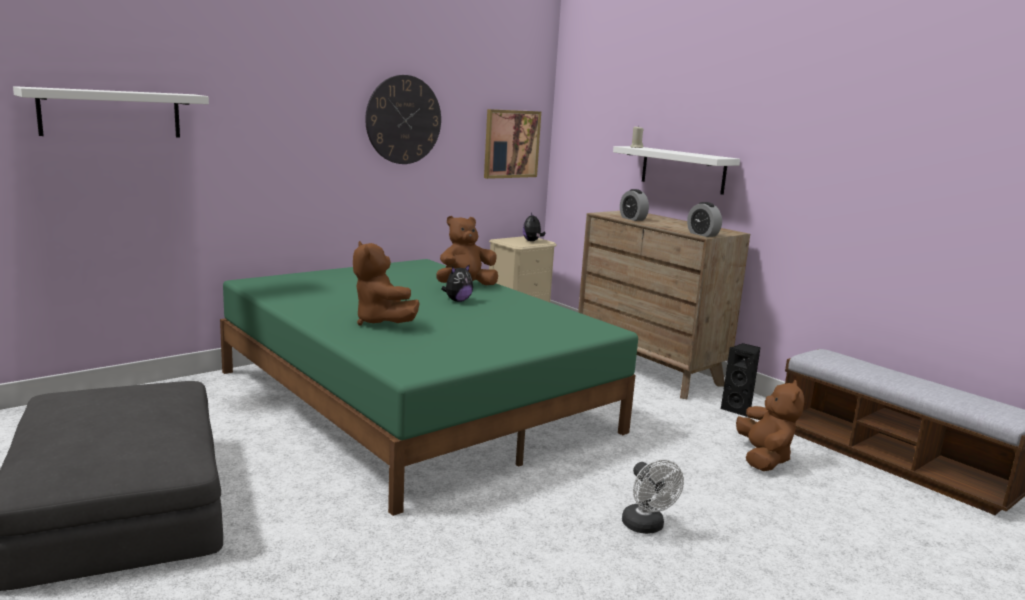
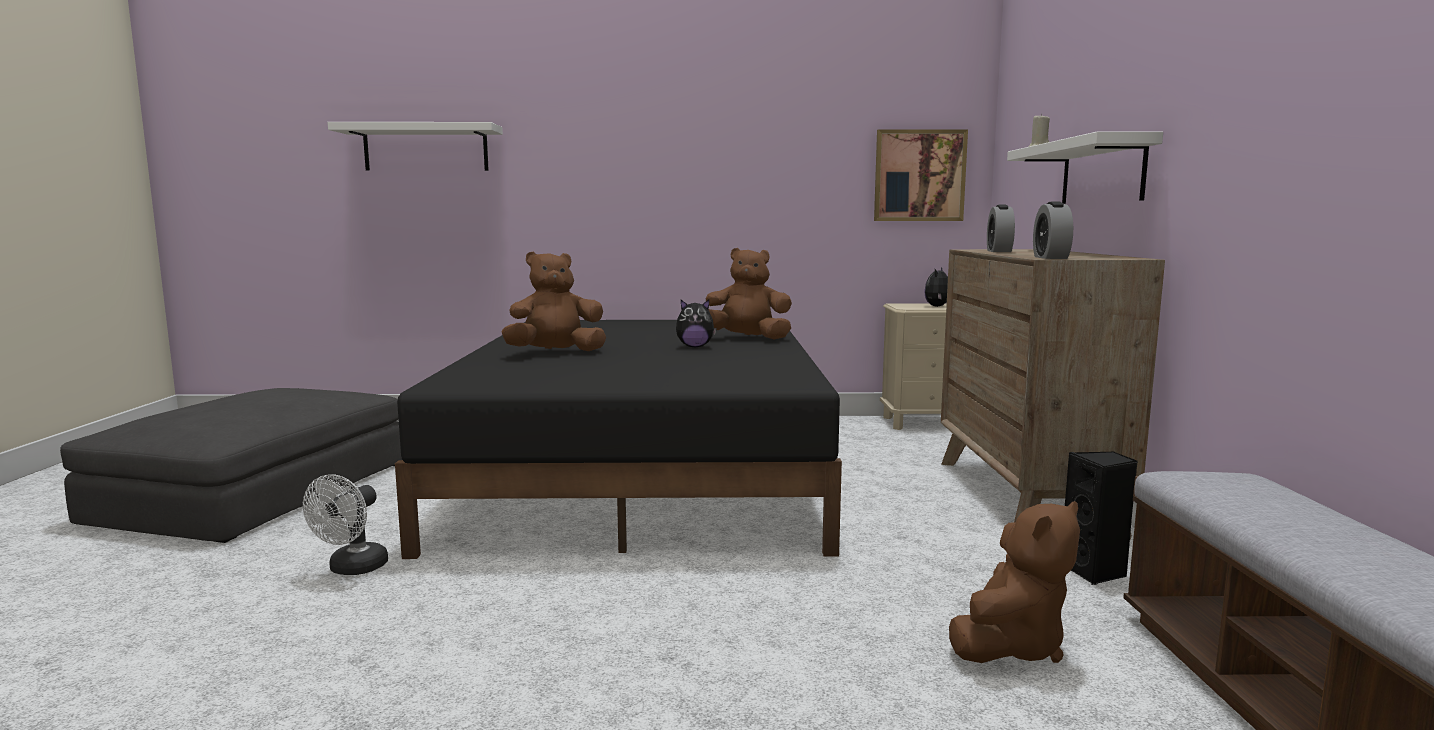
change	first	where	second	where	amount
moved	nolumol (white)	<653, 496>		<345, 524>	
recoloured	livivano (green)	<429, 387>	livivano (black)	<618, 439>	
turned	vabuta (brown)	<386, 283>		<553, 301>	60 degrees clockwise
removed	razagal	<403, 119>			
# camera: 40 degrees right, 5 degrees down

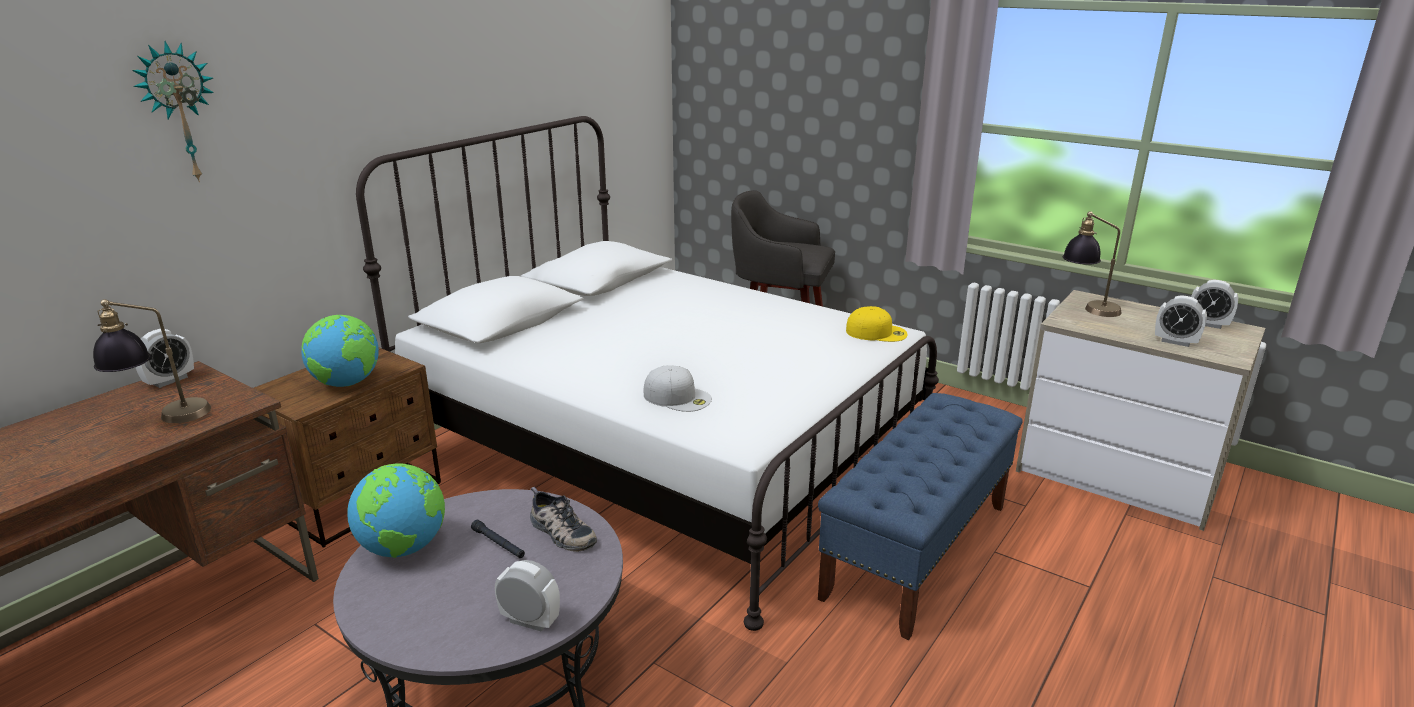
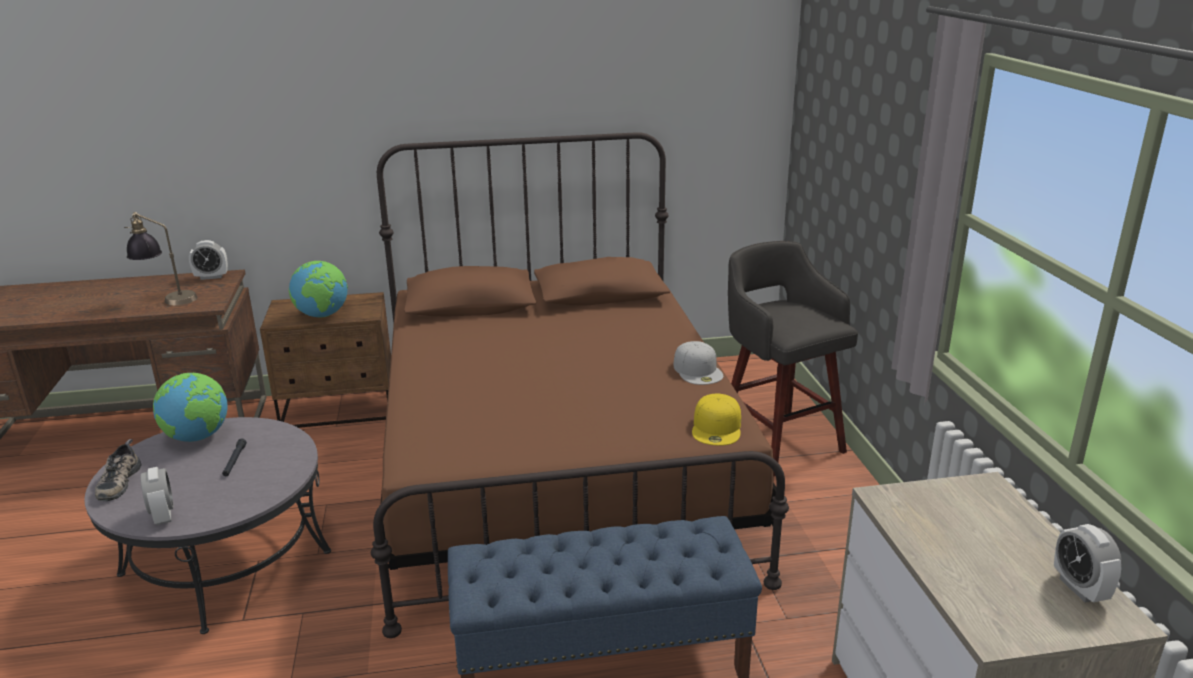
change	first	where	second	where	amount
moved	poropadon	<563, 519>		<118, 470>	
recoloured	livivano (white)	<647, 373>	livivano (brown)	<580, 385>	
moved	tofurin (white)	<678, 388>		<698, 363>	
turned	tofurin (yellow)	<877, 324>		<716, 420>	45 degrees clockwise
removed	razagal	<173, 111>			
removed	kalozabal	<1092, 264>			
removed	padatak	<1181, 321>			
# camera: 45 degrees right, 0 degrees up

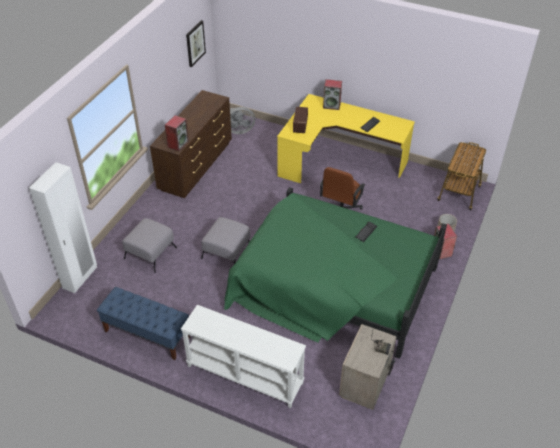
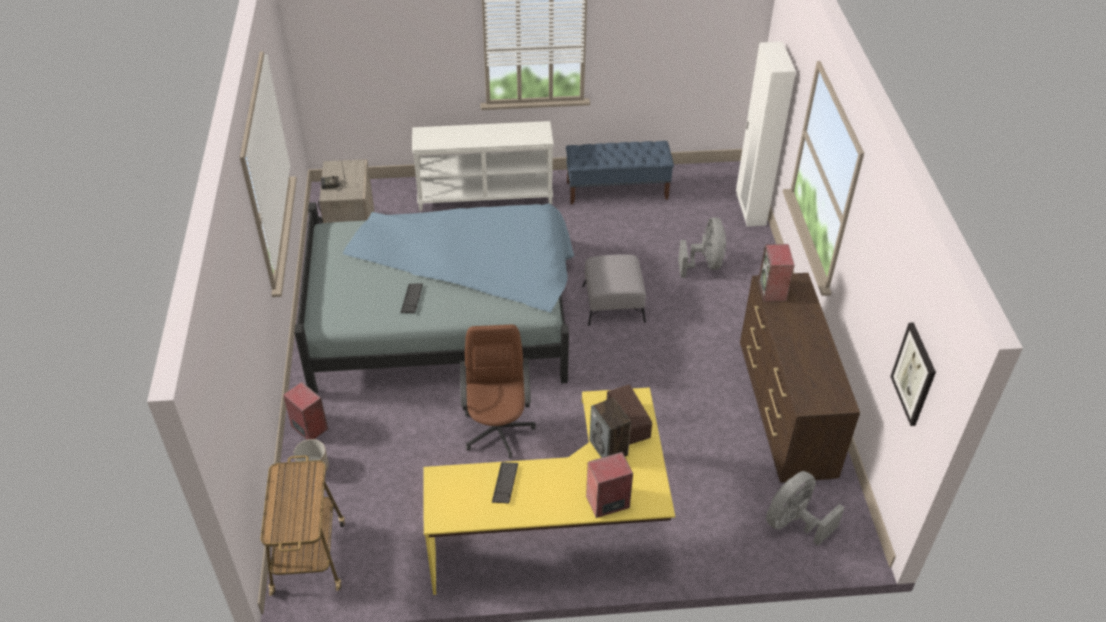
change	first	where	second	where	amount
recoloured	livivano (green)	<335, 273>	livivano (blue)	<434, 299>	
added			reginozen	<610, 427>	
replaced	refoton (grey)	<149, 245>	nolumol (grey)	<702, 247>	
# camera: 150 degrees right, 0 degrees up

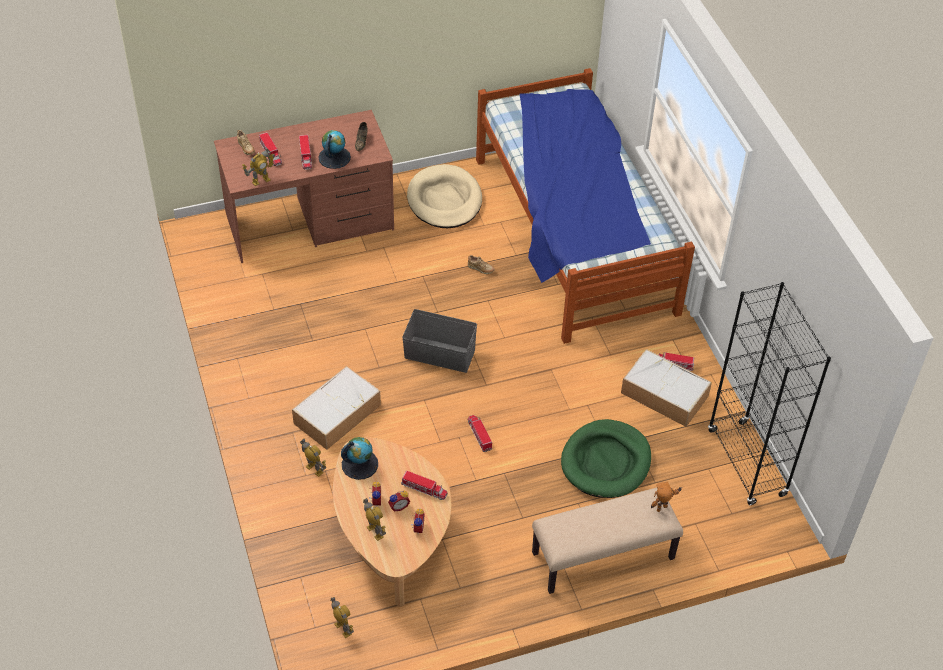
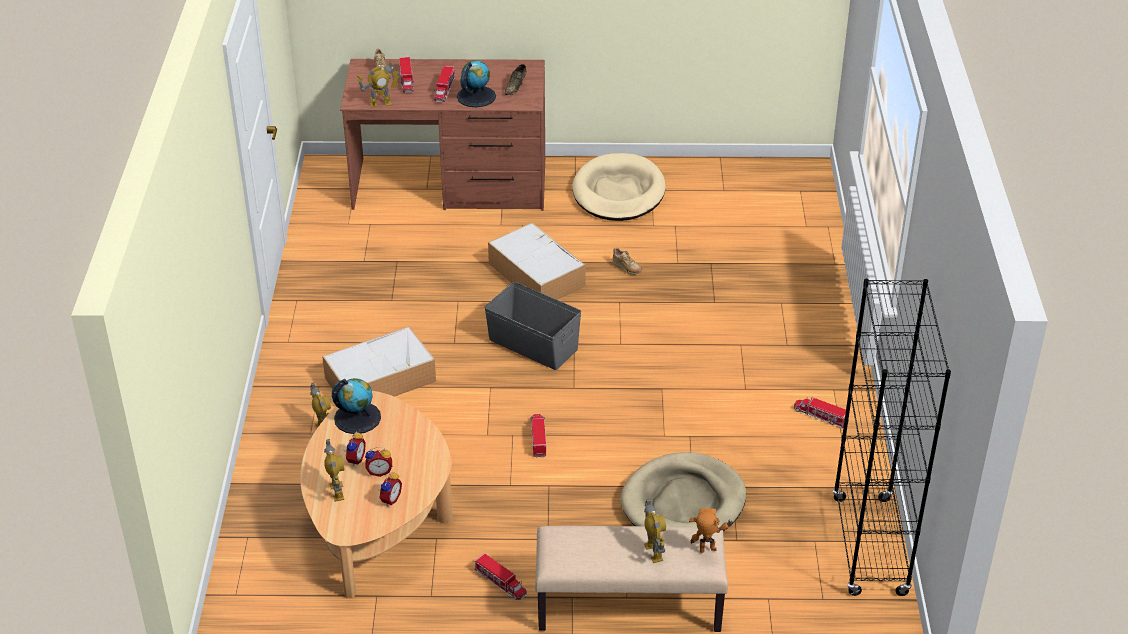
change	first	where	second	where	amount
moved	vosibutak	<424, 485>		<501, 576>	
moved	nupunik	<666, 388>		<537, 261>	
recoloured	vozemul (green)	<606, 458>	vozemul (beige)	<683, 491>	
moved	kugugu	<342, 617>		<655, 530>	
removed	livivano	<585, 206>			
# camera: 20 degrees right, 10 degrees down

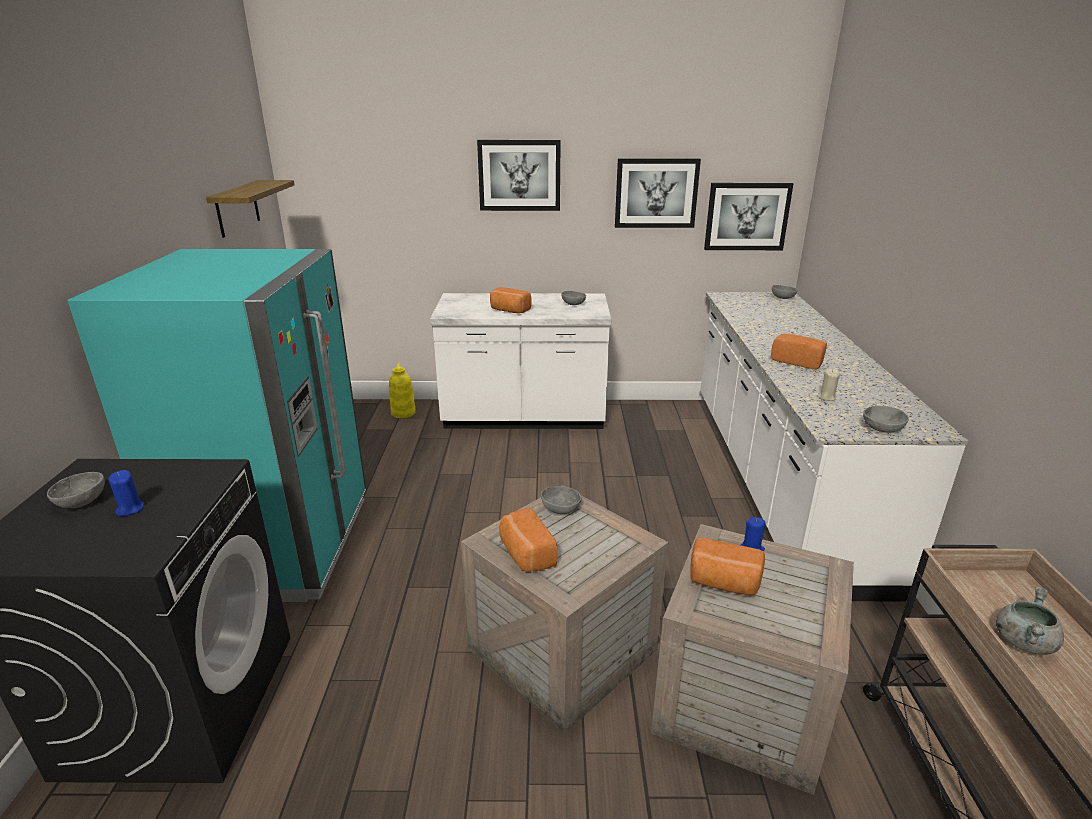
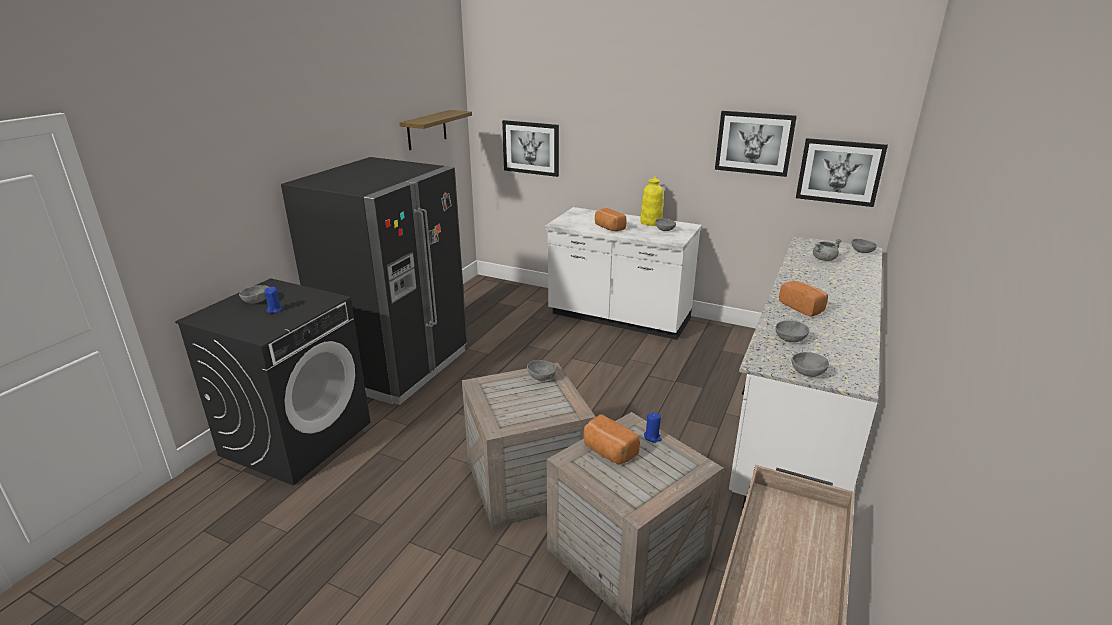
change	first	where	second	where	amount
recoloured	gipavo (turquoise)	<216, 425>	gipavo (black)	<374, 281>	
moved	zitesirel	<519, 175>		<530, 148>	
moved	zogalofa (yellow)	<402, 390>		<651, 201>	
replaced	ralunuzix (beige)	<829, 385>	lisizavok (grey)	<792, 331>	
moved	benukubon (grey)	<1030, 620>		<827, 250>	
removed	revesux	<528, 540>			
# camera: 25 degrees right, 0 degrees up

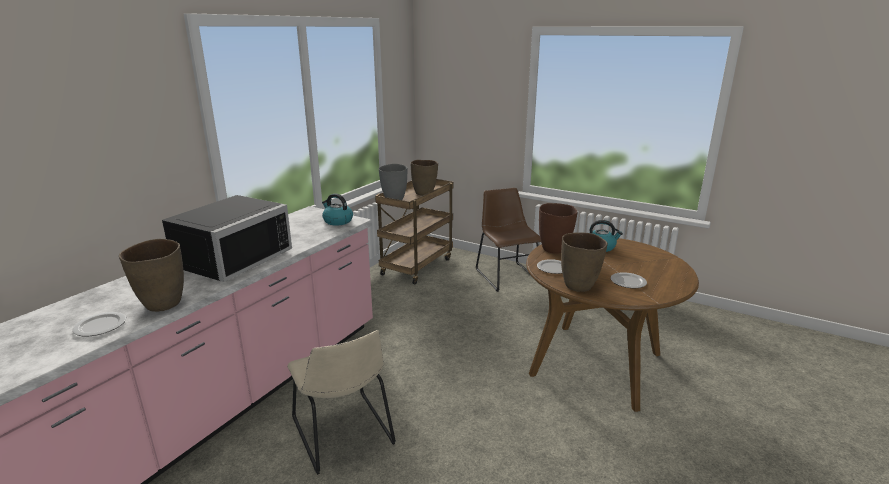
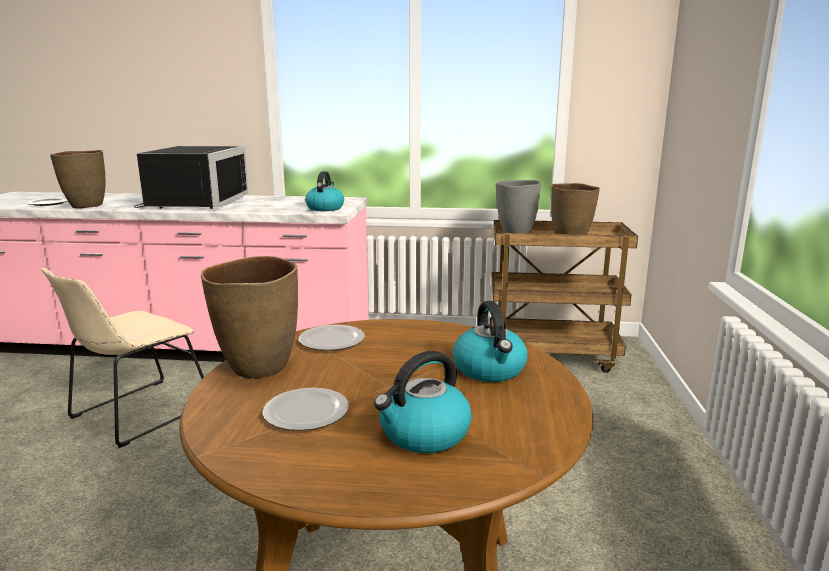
change	first	where	second	where	amount
turned	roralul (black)	<227, 238>		<191, 177>	90 degrees counterclockwise
added			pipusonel	<423, 402>	
removed	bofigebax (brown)	<508, 240>			
removed	zogalofa (brown)	<558, 228>			
# camera: 65 degrees right, 5 degrees down

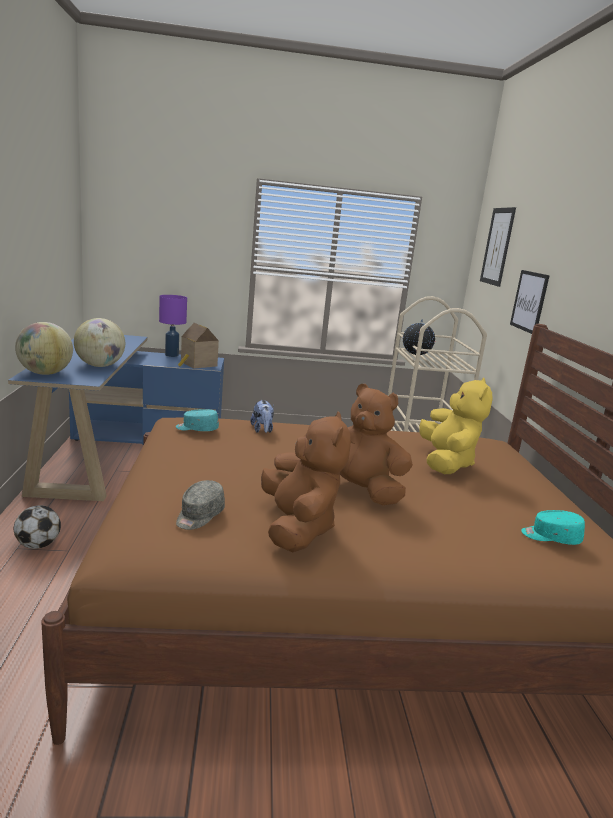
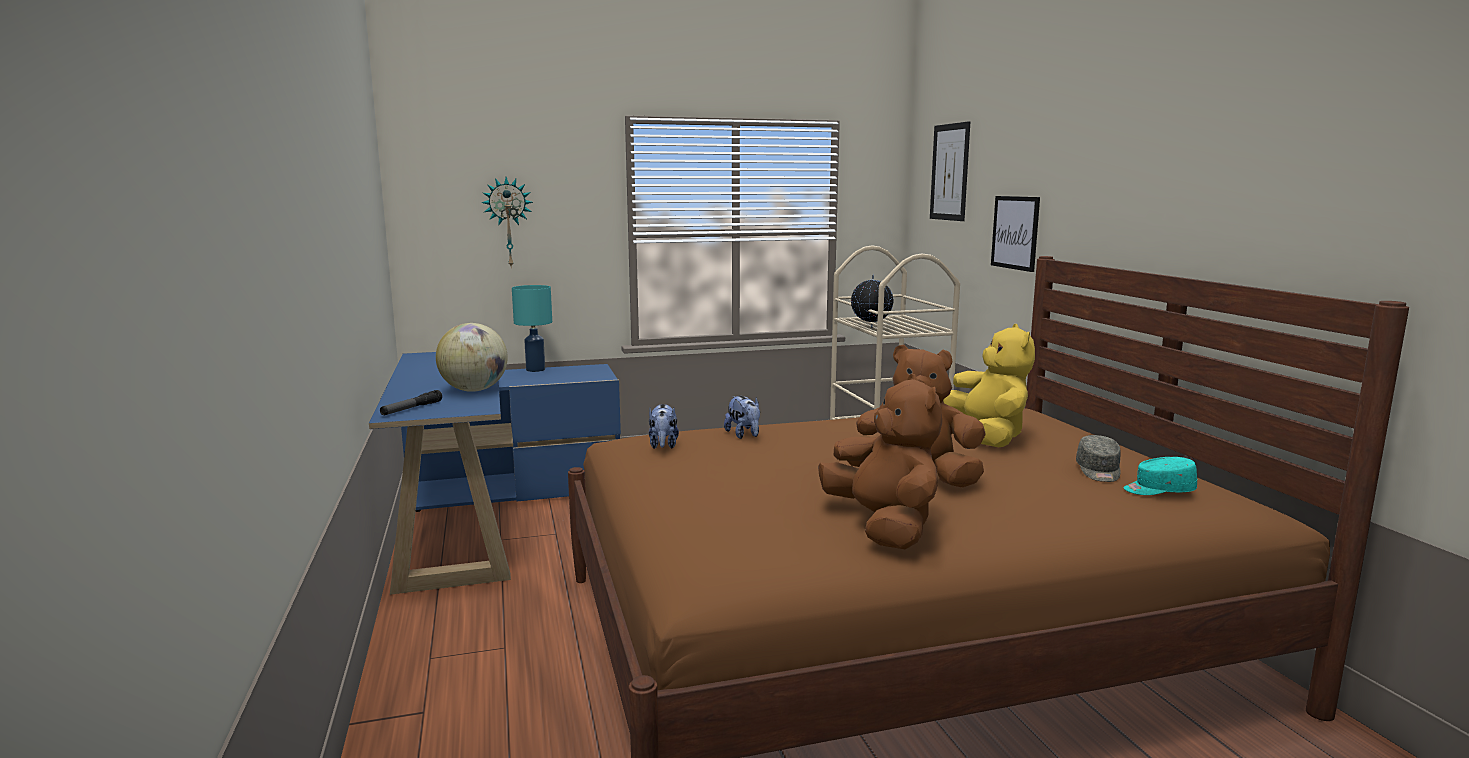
change	first	where	second	where	amount
replaced	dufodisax	<44, 348>	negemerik	<411, 402>	
added			razagal	<507, 223>	
recoloured	kalozabal (purple)	<173, 326>	kalozabal (turquoise)	<532, 328>	
replaced	tofurin (turquoise)	<197, 420>	vabuta	<664, 426>	
moved	tofurin (grey)	<200, 505>		<1098, 458>	
removed	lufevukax	<37, 527>			
removed	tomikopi	<198, 346>			
# camera: 10 degrees left, 5 degrees down

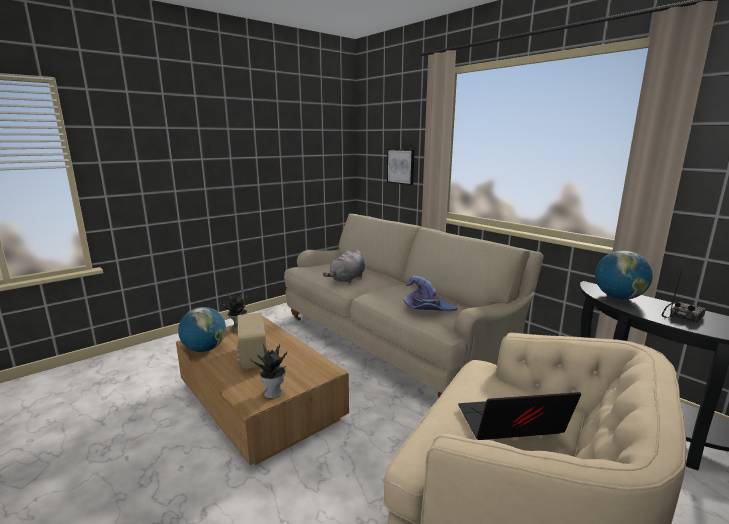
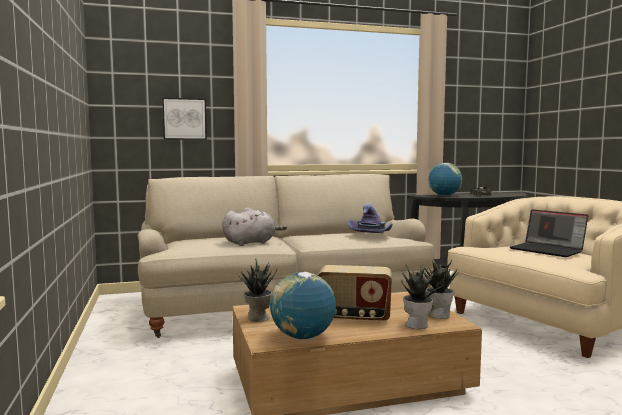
change	first	where	second	where	amount
turned	vabuta (grey)	<344, 266>		<254, 226>	90 degrees counterclockwise
added			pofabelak	<424, 297>	
turned	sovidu	<519, 416>		<549, 233>	60 degrees counterclockwise
# camera: 65 degrees left, 10 degrees down

